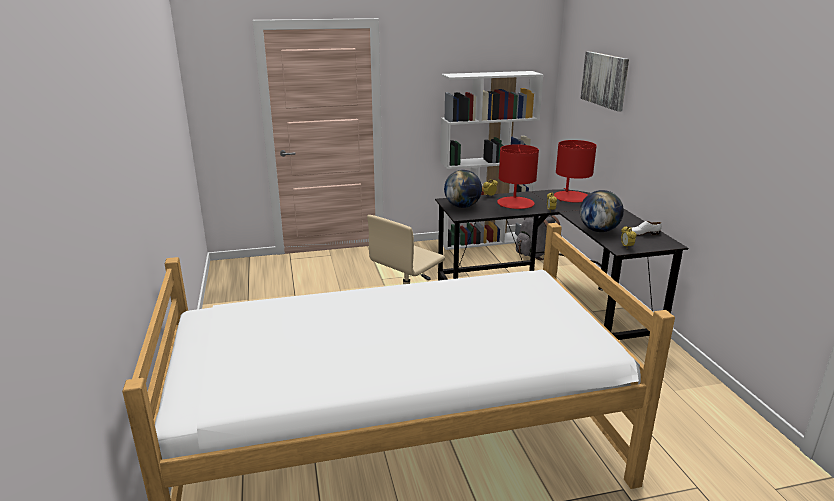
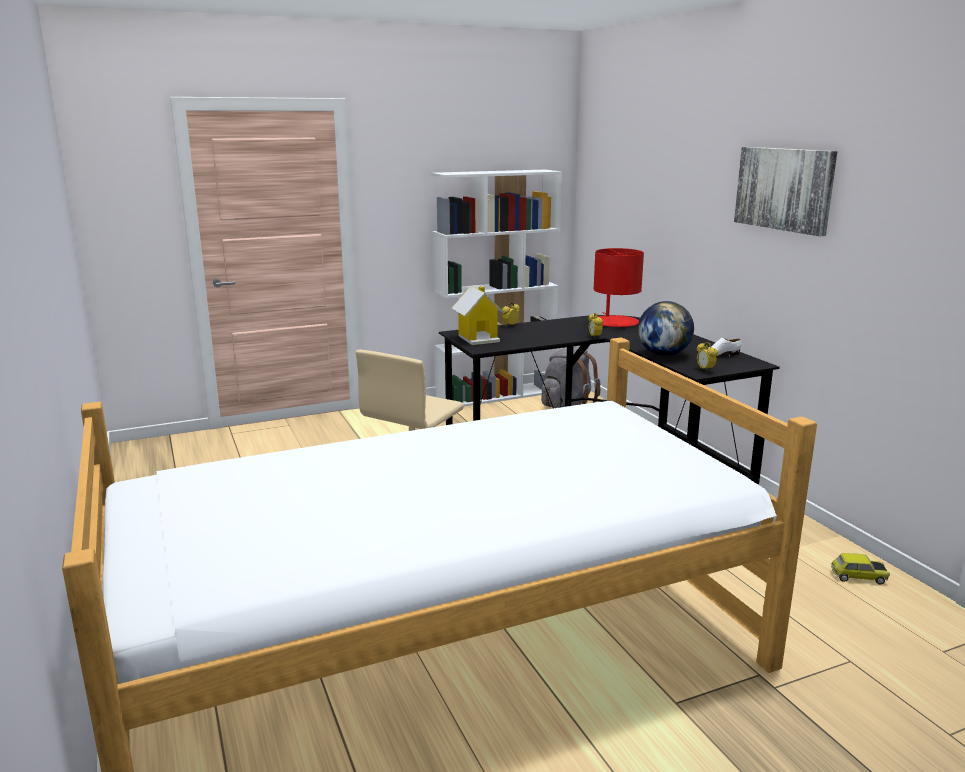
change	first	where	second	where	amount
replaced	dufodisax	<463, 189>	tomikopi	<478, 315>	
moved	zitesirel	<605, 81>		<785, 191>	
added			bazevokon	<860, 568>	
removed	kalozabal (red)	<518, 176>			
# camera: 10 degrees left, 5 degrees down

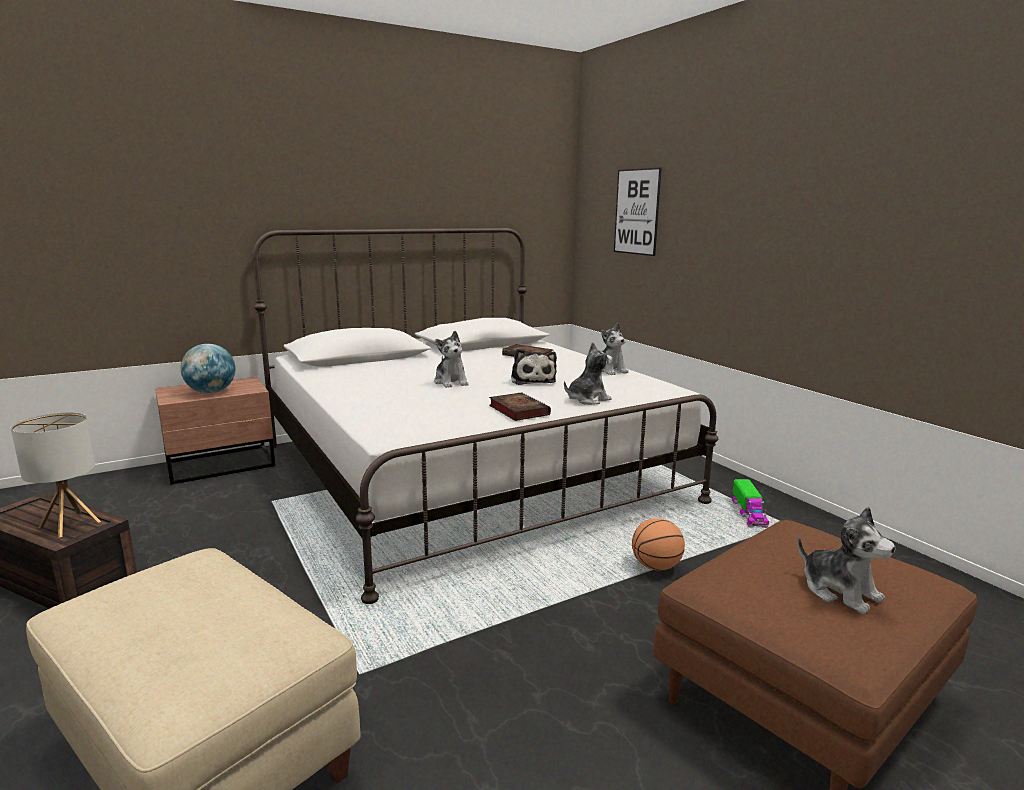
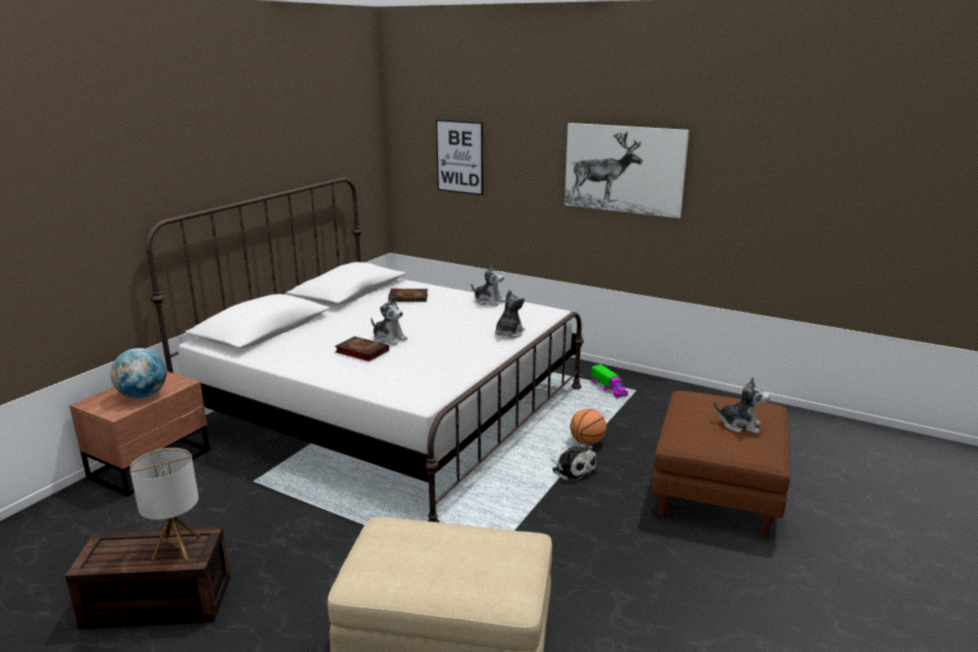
change	first	where	second	where	amount
moved	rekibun	<520, 406>		<362, 348>	
moved	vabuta	<534, 366>		<574, 462>	
added			zitesirel	<627, 170>	
# camera: 30 degrees left, 5 degrees up

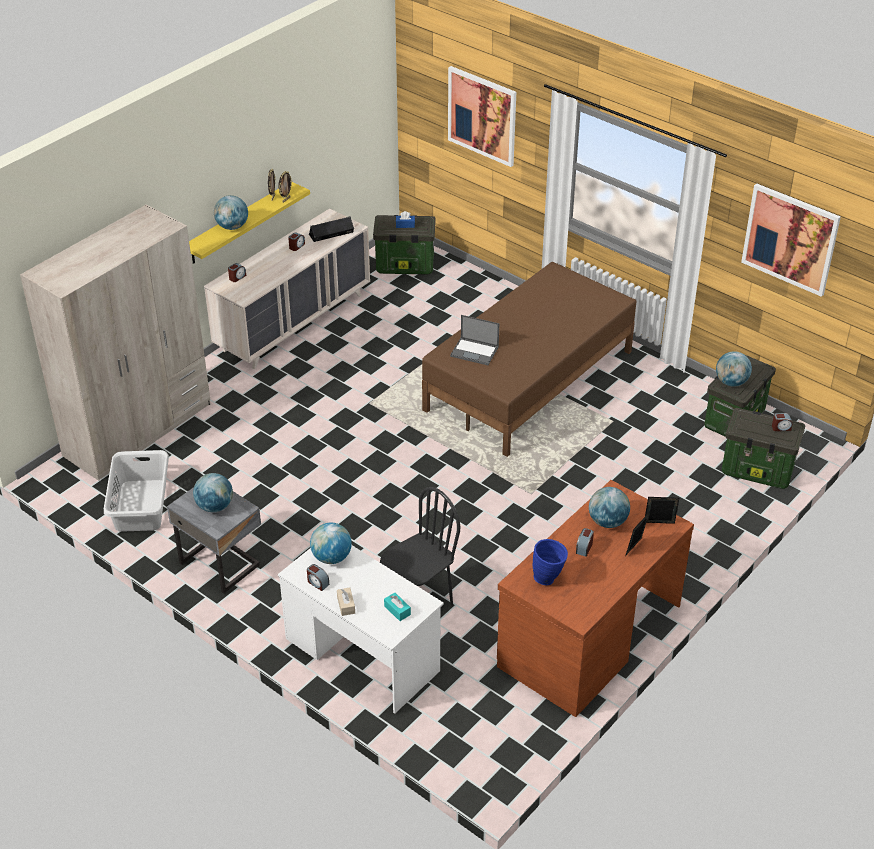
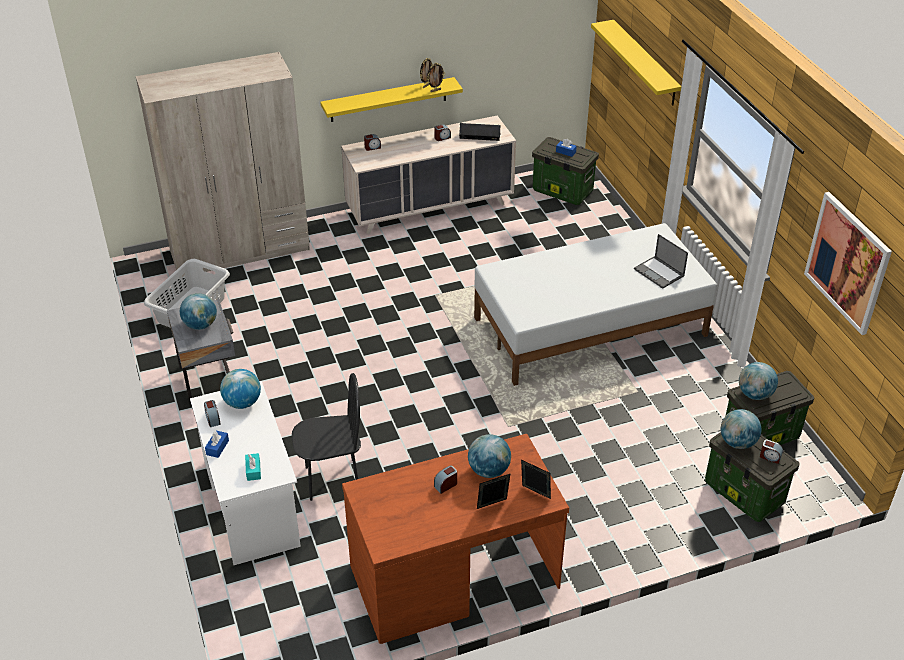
change	first	where	second	where	amount
recoloured	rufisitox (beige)	<346, 602>	rufisitox (blue)	<217, 444>	
recoloured	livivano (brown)	<529, 359>	livivano (white)	<595, 304>	
replaced	zitesirel	<482, 116>	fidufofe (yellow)	<636, 62>	
moved	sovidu	<474, 340>		<661, 261>	
moved	dufodisax	<231, 212>		<741, 429>	
removed	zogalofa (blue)	<550, 562>			
# camera: 30 degrees right, 0 degrees up

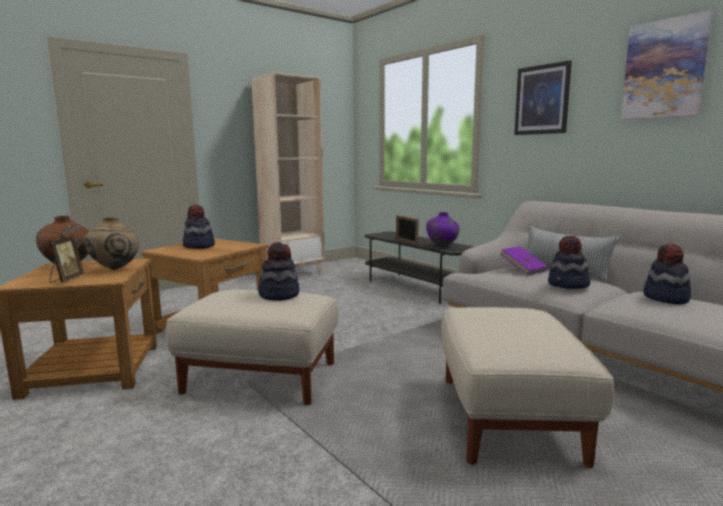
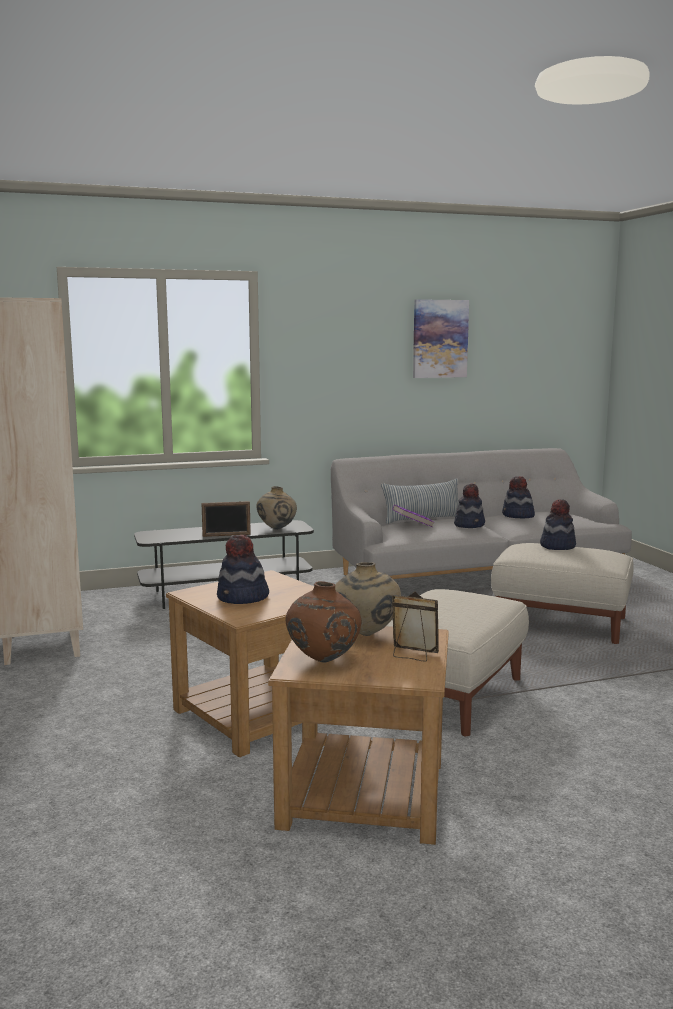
change	first	where	second	where	amount
recoloured	zogalofa (purple)	<443, 229>	zogalofa (beige)	<276, 508>	
moved	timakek	<278, 271>		<558, 524>	
removed	zitesirel	<543, 98>			
# camera: 70 degrees left, 0 degrees up

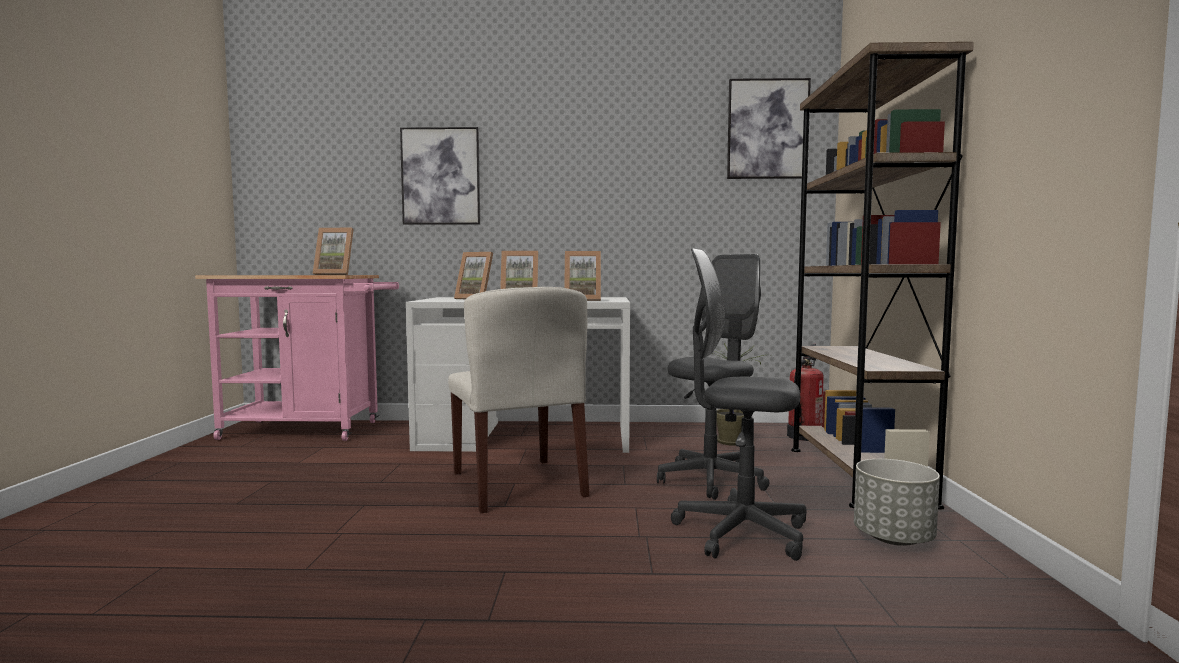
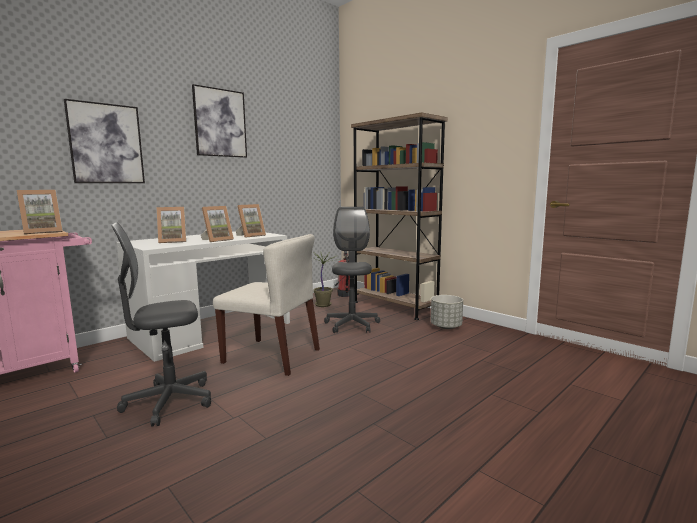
change	first	where	second	where	amount
moved	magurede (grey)	<739, 404>		<161, 324>	
moved	zitesirel	<769, 128>		<219, 121>	
# camera: 45 degrees left, 5 degrees up

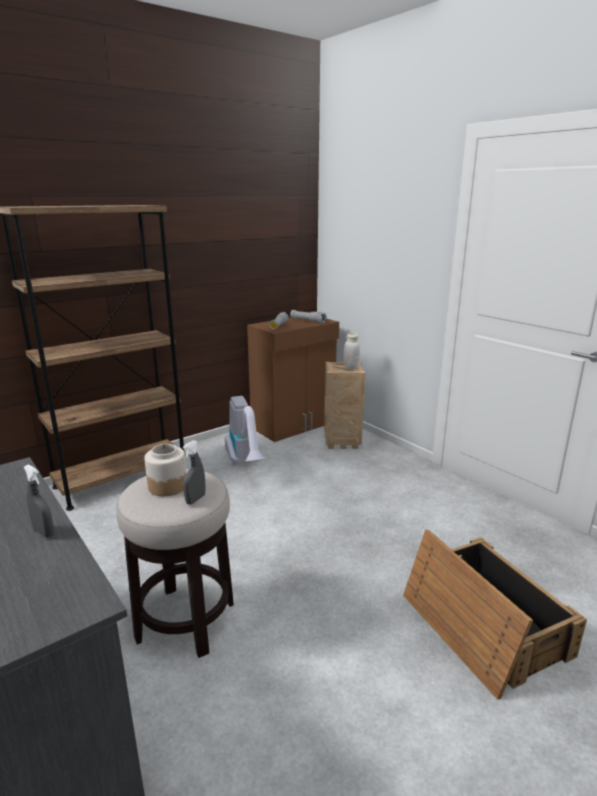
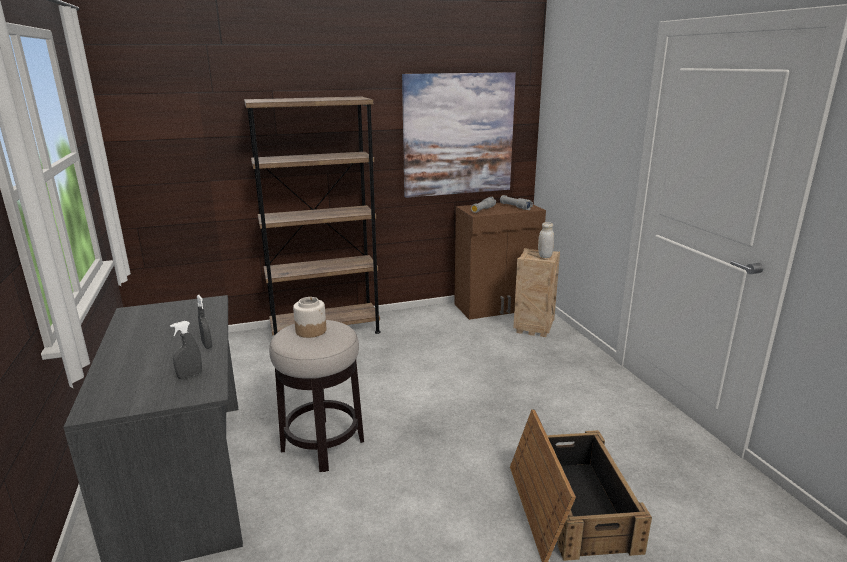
change	first	where	second	where	amount
moved	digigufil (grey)	<194, 472>		<186, 350>	
added			zitesirel	<459, 135>	
removed	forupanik	<245, 430>			
# camera: 20 degrees right, 0 degrees up

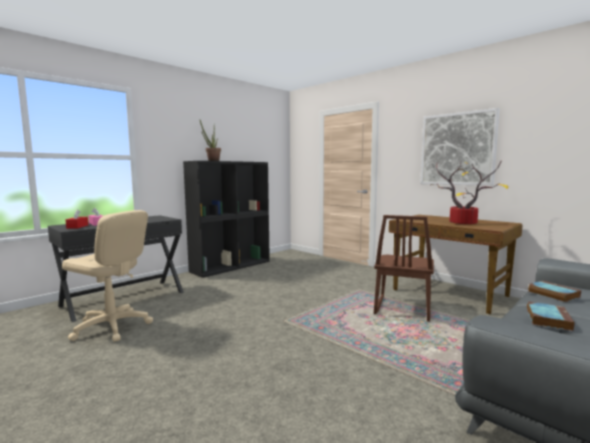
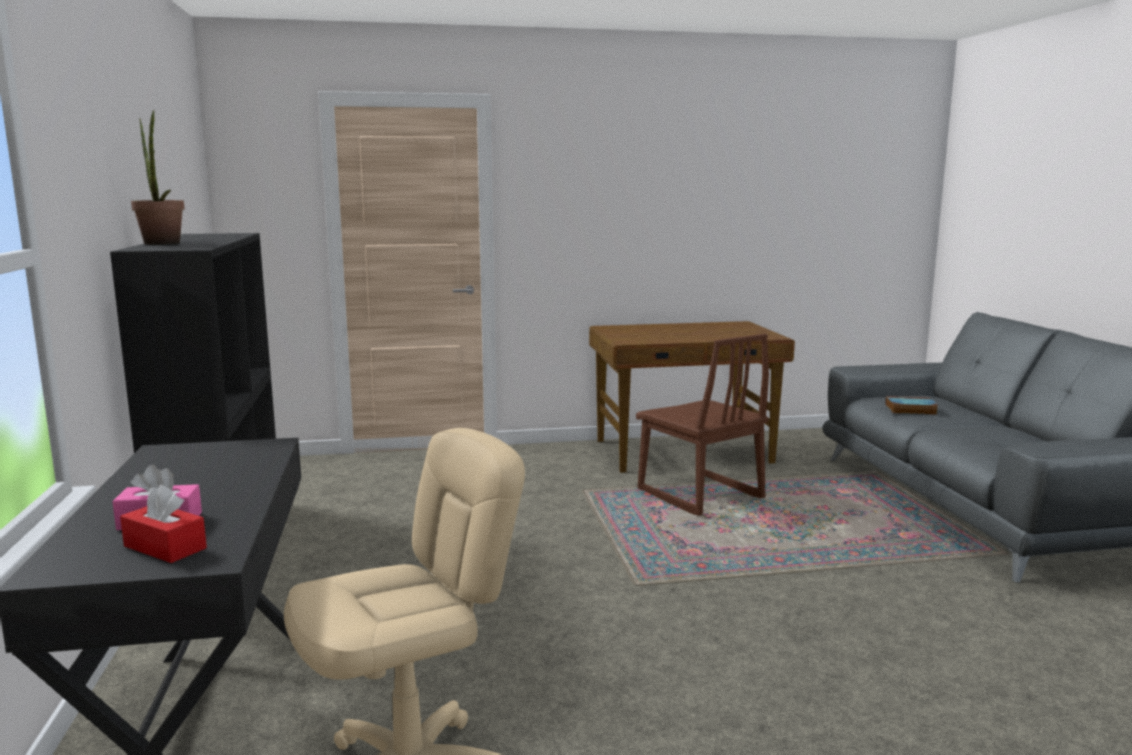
change	first	where	second	where	amount
removed	zitesirel	<459, 147>			
removed	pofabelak	<469, 192>			
removed	rekibun	<551, 316>			
# camera: 55 degrees left, 5 degrees up

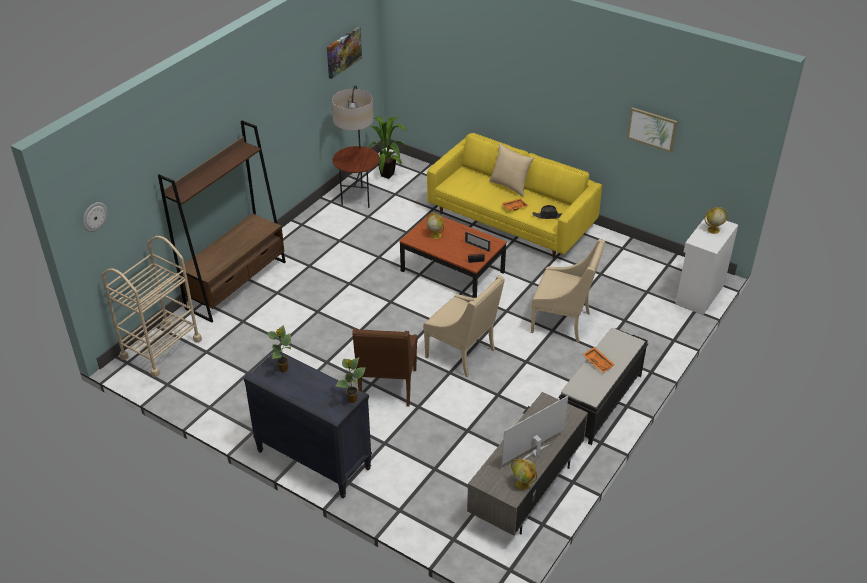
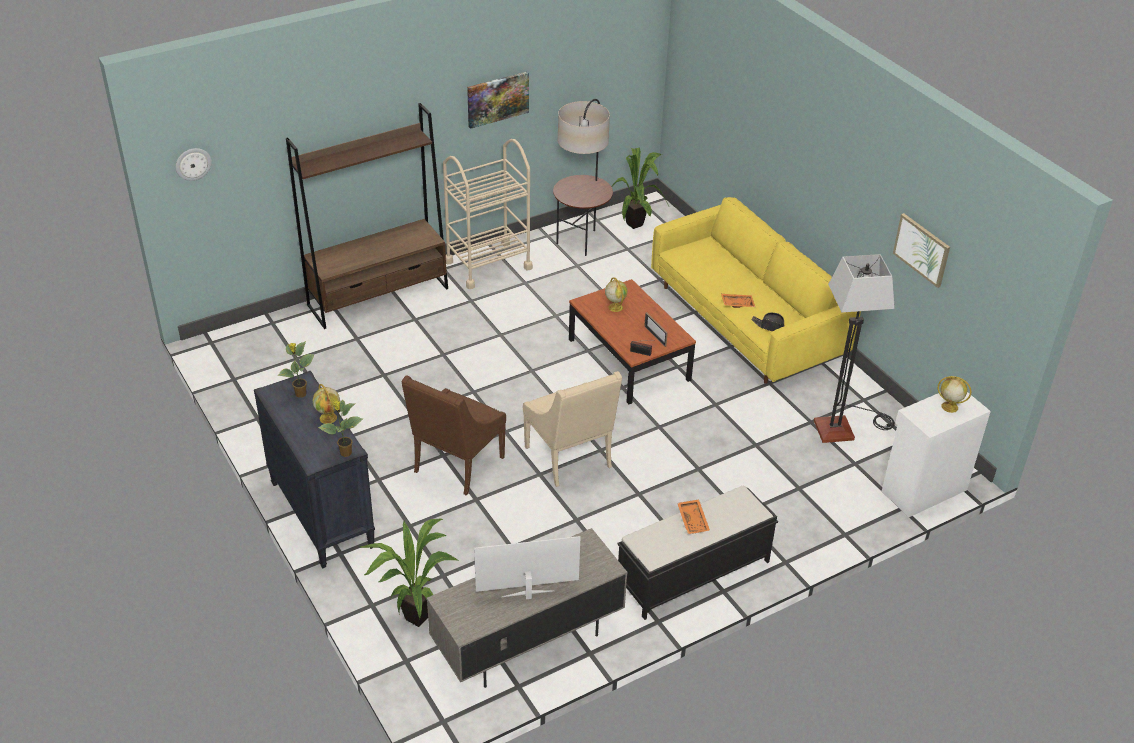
change	first	where	second	where	amount
moved	dufodisax	<524, 474>		<326, 404>	
added			pofabelak	<409, 573>	
moved	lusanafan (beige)	<151, 306>		<488, 214>	
moved	zitesirel	<344, 53>		<498, 100>	
added			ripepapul	<854, 348>	
removed	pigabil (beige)	<511, 170>			
removed	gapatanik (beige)	<568, 291>			
# camera: 25 degrees right, 0 degrees up

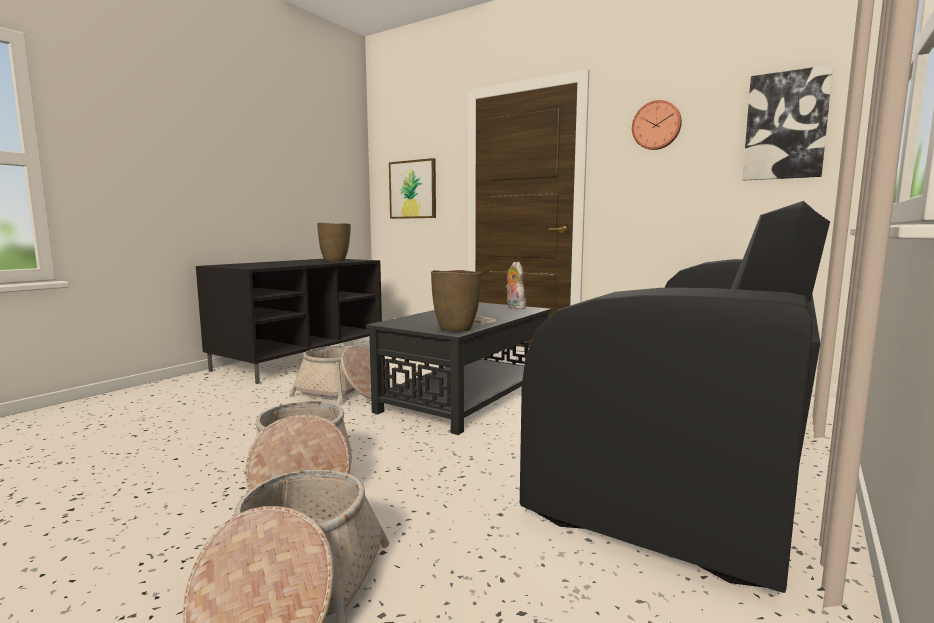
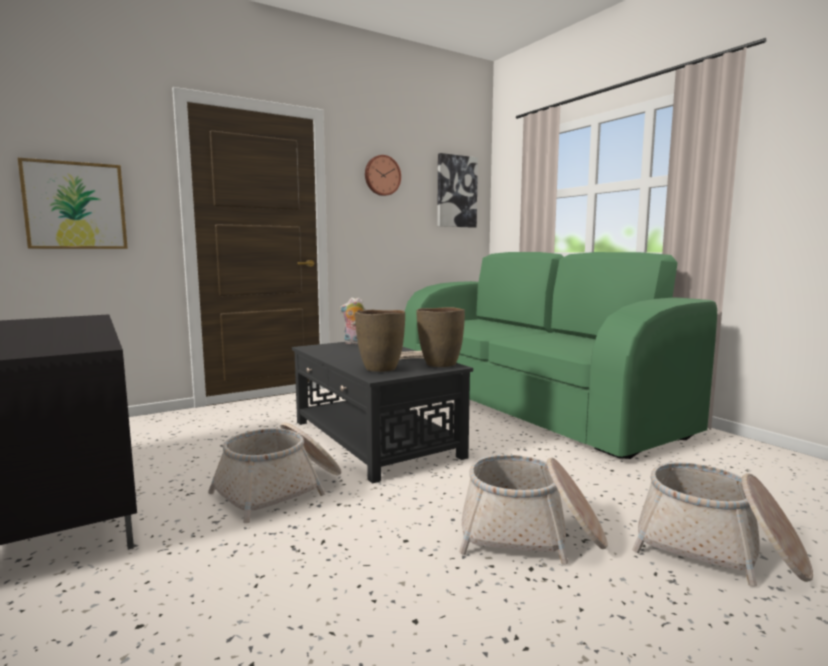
change	first	where	second	where	amount
moved	zogalofa (brown)	<334, 242>		<380, 341>	
recoloured	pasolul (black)	<675, 397>	pasolul (green)	<560, 355>	
# camera: 65 degrees left, 0 degrees up

